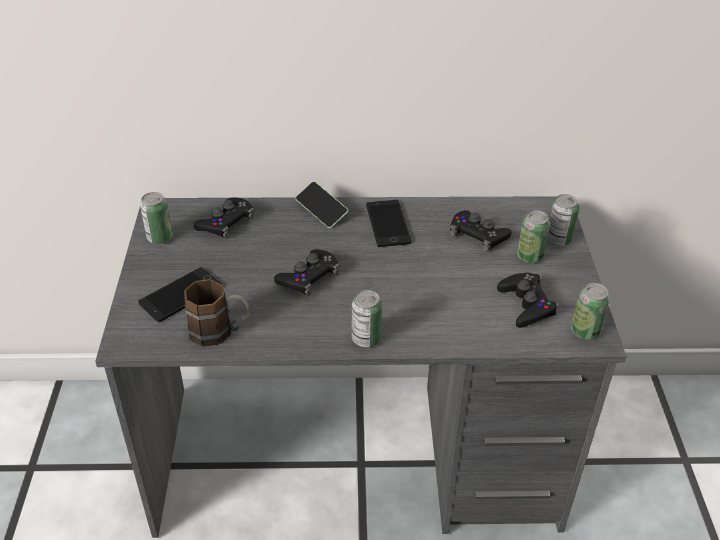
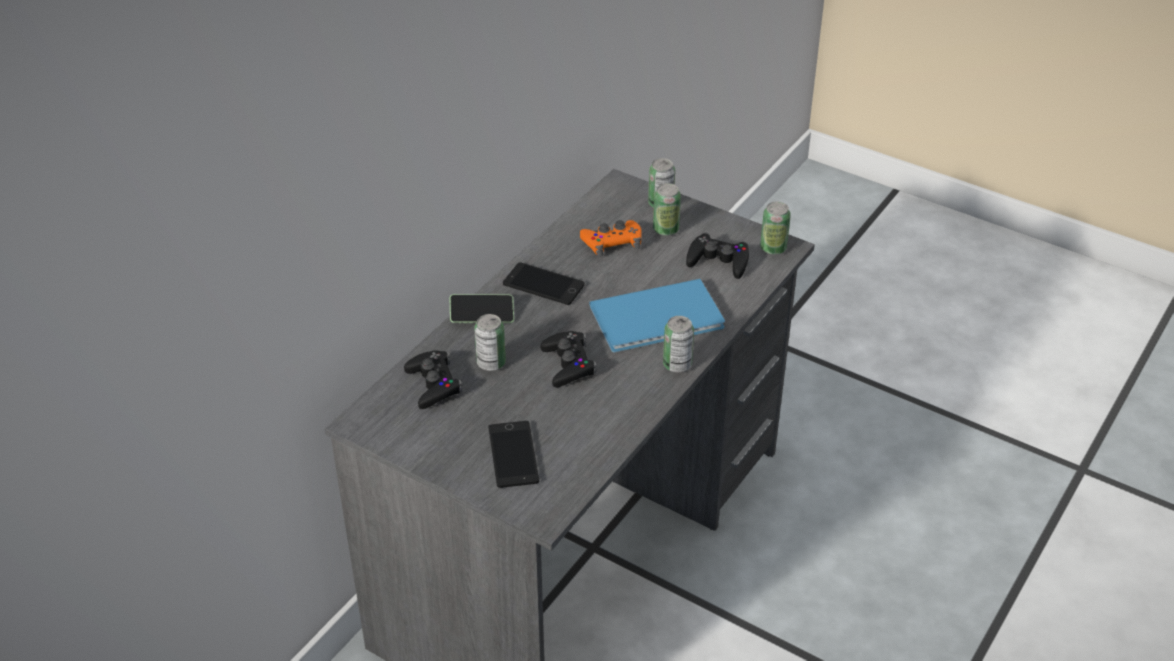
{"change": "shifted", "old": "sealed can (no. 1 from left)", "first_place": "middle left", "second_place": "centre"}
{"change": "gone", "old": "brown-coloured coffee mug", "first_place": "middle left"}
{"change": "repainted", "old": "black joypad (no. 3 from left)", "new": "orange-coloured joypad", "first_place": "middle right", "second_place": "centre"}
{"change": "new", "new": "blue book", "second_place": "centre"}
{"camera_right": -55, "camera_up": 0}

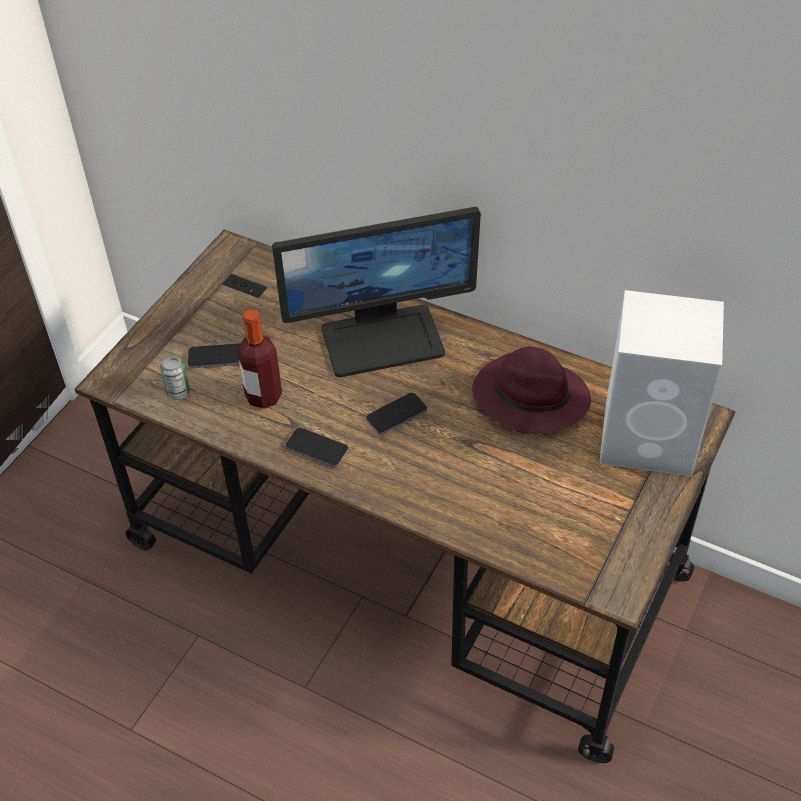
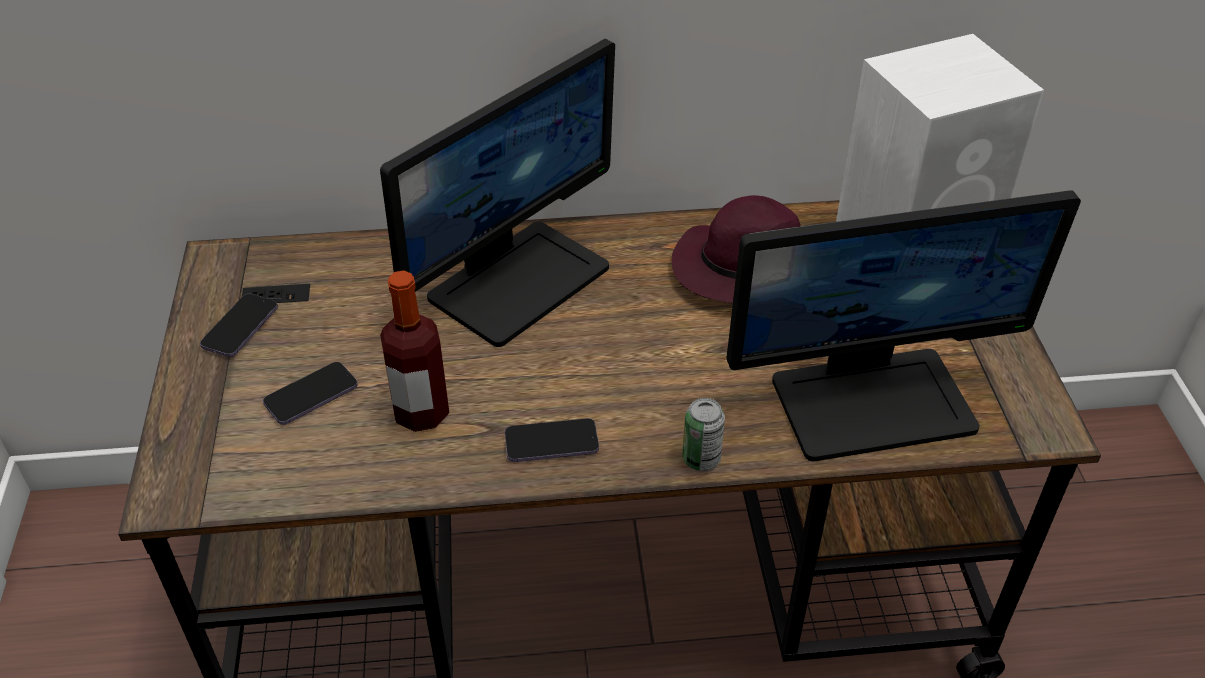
{"change": "shifted", "old": "sealed can", "first_place": "middle left", "second_place": "centre"}
{"change": "shifted", "old": "phone (no. 3 from left in the first image)", "new": "phone (no. 1 from left)", "first_place": "centre", "second_place": "middle left"}
{"change": "new", "new": "computer display (no. 2 from left)", "second_place": "middle right"}
{"camera_right": -35, "camera_up": -5}

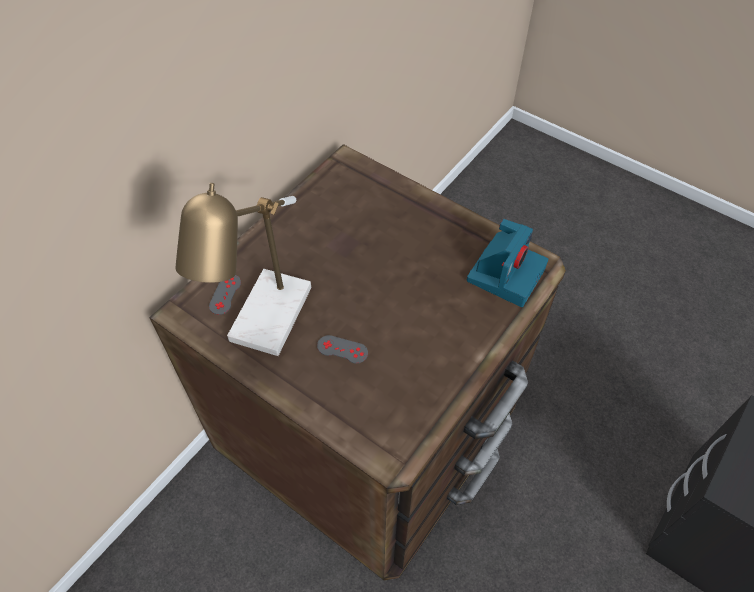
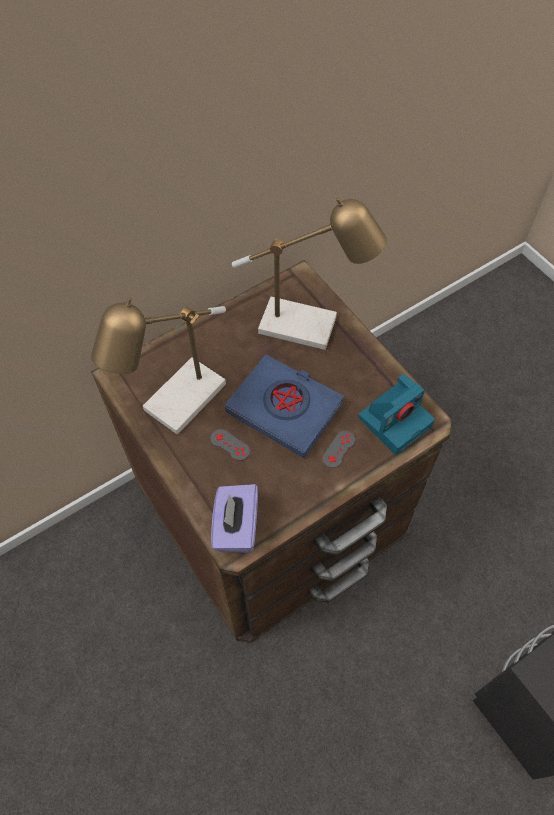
{"change": "shifted", "old": "gray joypad (no. 1 from left in the first image)", "new": "gray joypad (no. 2 from left)", "first_place": "middle left", "second_place": "centre"}
{"change": "new", "new": "purple tissue holder", "second_place": "centre"}
{"change": "new", "new": "blue book", "second_place": "centre"}
{"change": "new", "new": "tabletop lamp (no. 2 from left)", "second_place": "centre"}
{"camera_right": 20, "camera_up": 5}

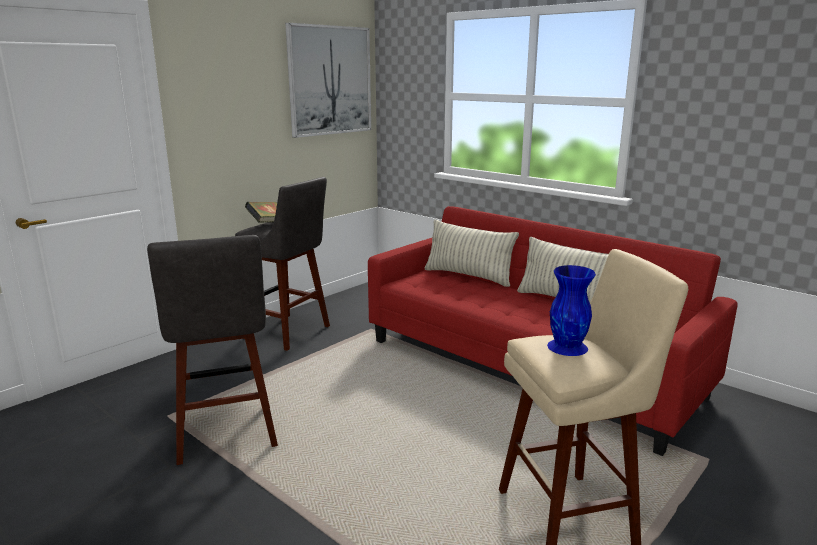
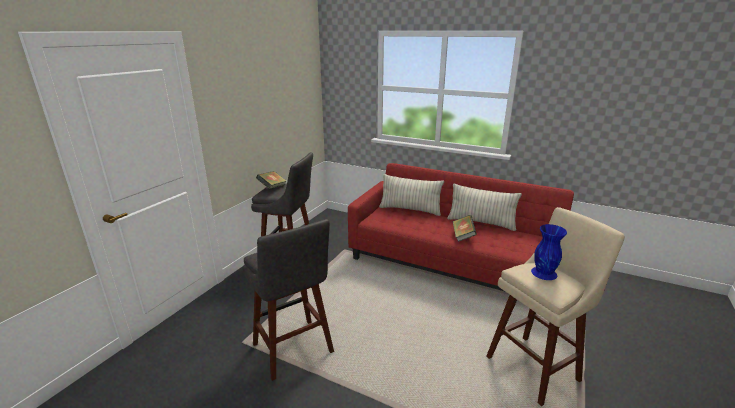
{"change": "gone", "old": "wall art", "first_place": "top centre"}
{"change": "new", "new": "book (no. 2 from left)", "second_place": "centre"}
{"camera_right": -15, "camera_up": 5}

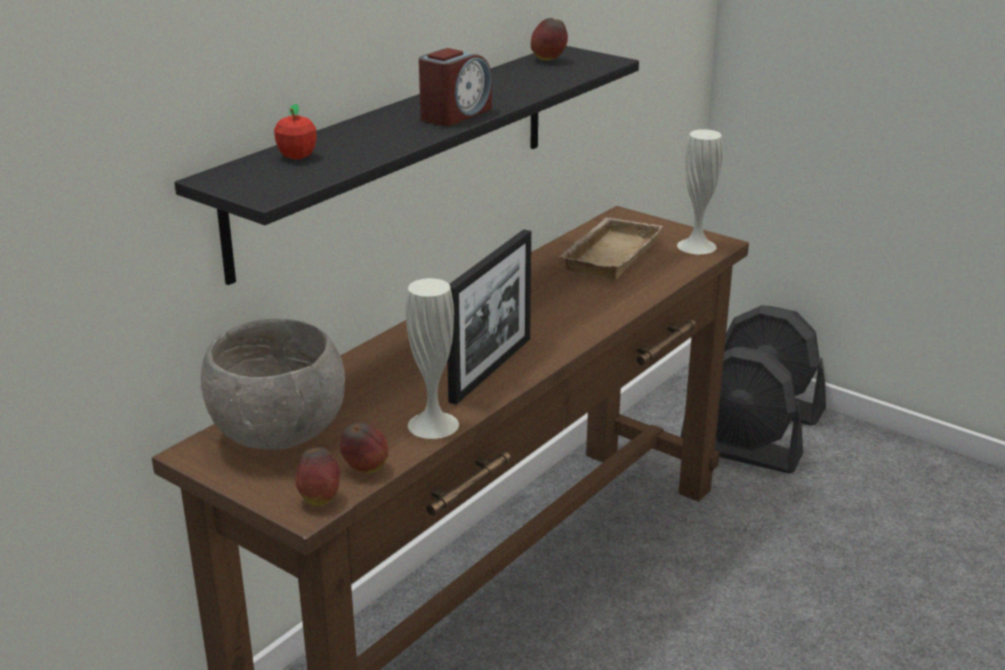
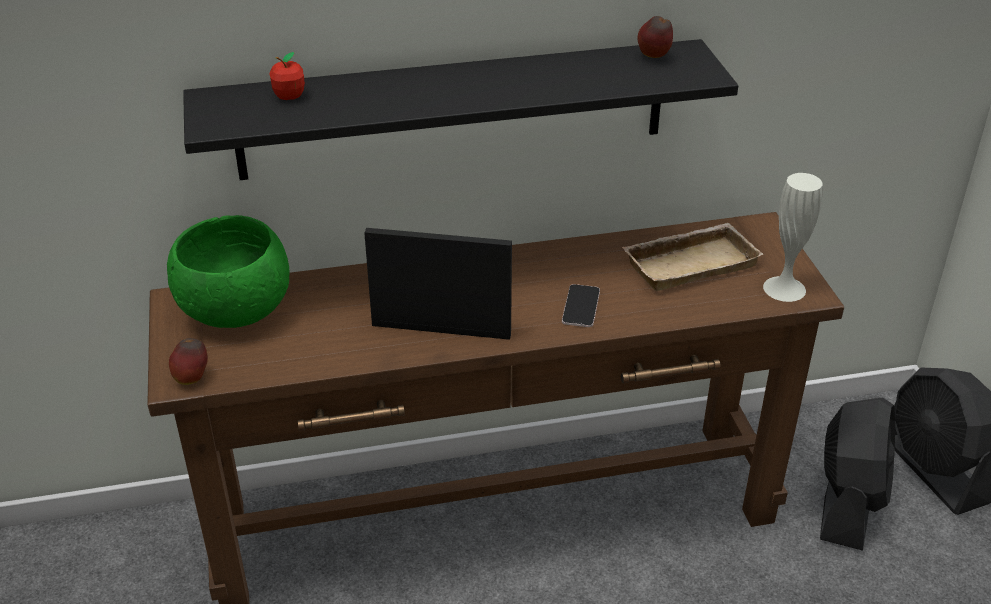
{"change": "repainted", "old": "gray serving bowl", "new": "greenish serving bowl", "first_place": "middle left", "second_place": "middle left"}
{"change": "gone", "old": "whole apple (no. 3 from left)", "first_place": "bottom centre"}
{"change": "gone", "old": "white-coloured decorative vase (no. 1 from left)", "first_place": "centre"}
{"change": "gone", "old": "alarm clock", "first_place": "top centre"}
{"change": "rotated", "old": "picture frame", "first_place": "centre", "second_place": "centre", "degrees": -150}
{"change": "rotated", "old": "black fan (no. 1 from left)", "first_place": "middle right", "second_place": "bottom right", "degrees": -135}
{"change": "new", "new": "phone", "second_place": "centre"}
{"camera_right": 40, "camera_up": 10}

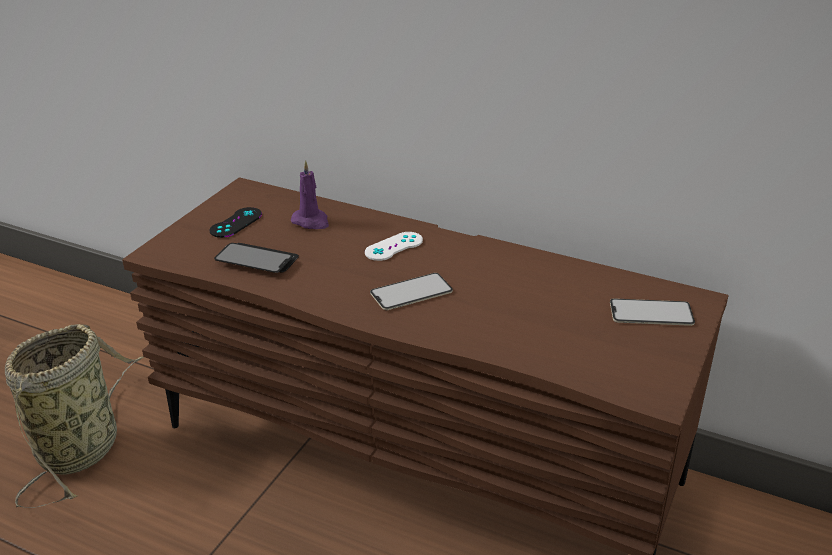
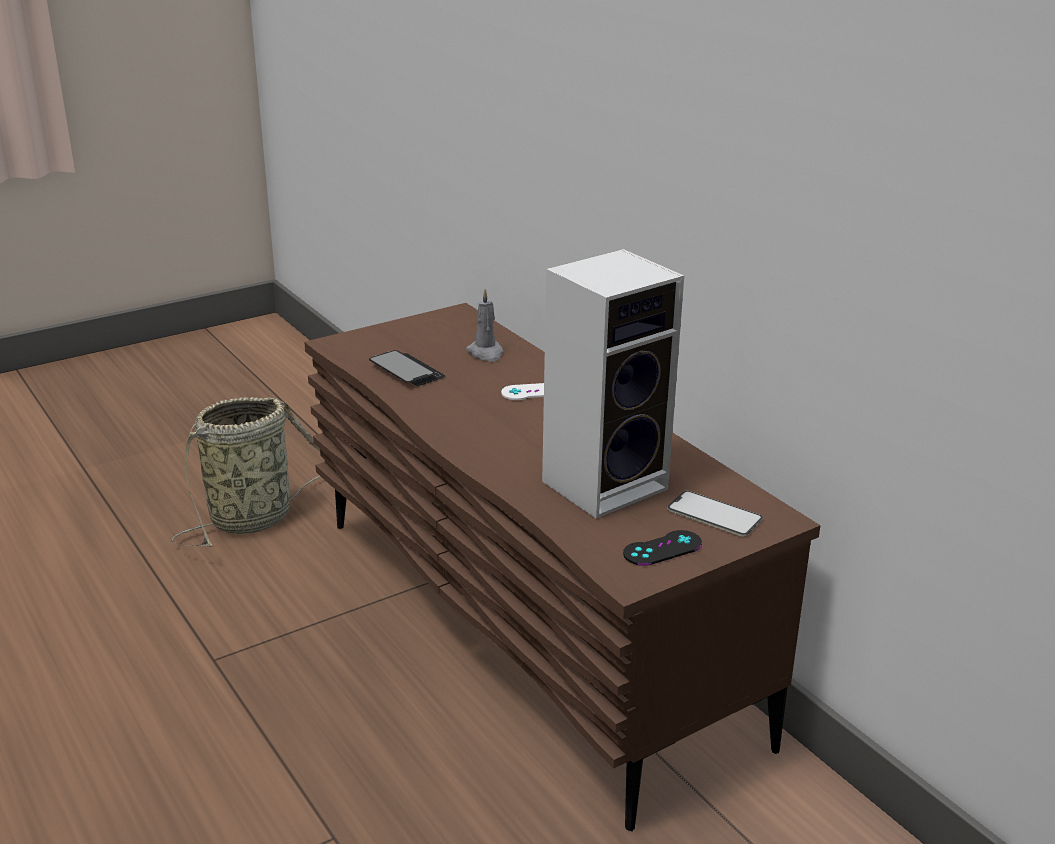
{"change": "shifted", "old": "black joypad", "first_place": "middle left", "second_place": "centre"}
{"change": "repainted", "old": "purple wax light", "new": "gray wax light", "first_place": "centre", "second_place": "centre"}
{"change": "gone", "old": "phone (no. 2 from left)", "first_place": "centre"}
{"change": "new", "new": "audio speaker", "second_place": "centre"}
{"camera_right": 30, "camera_up": -5}

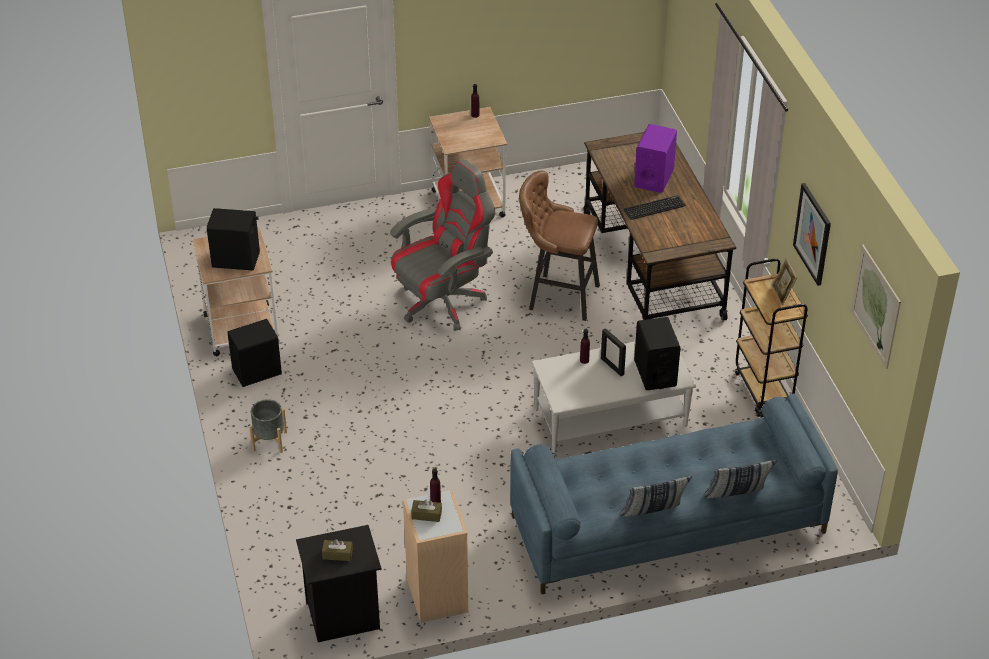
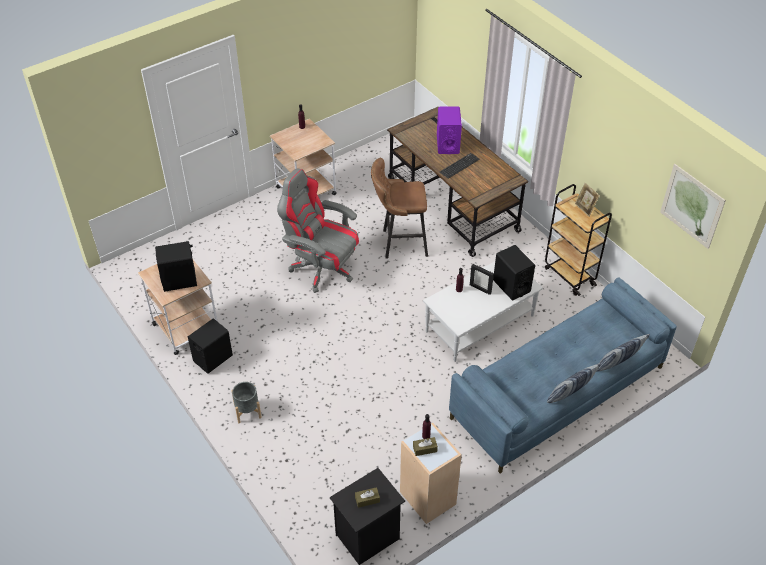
{"change": "rotated", "old": "gray computer chair", "first_place": "centre", "second_place": "centre", "degrees": -90}
{"change": "gone", "old": "wall art (no. 1 from left)", "first_place": "middle right"}
{"camera_right": -20, "camera_up": 5}

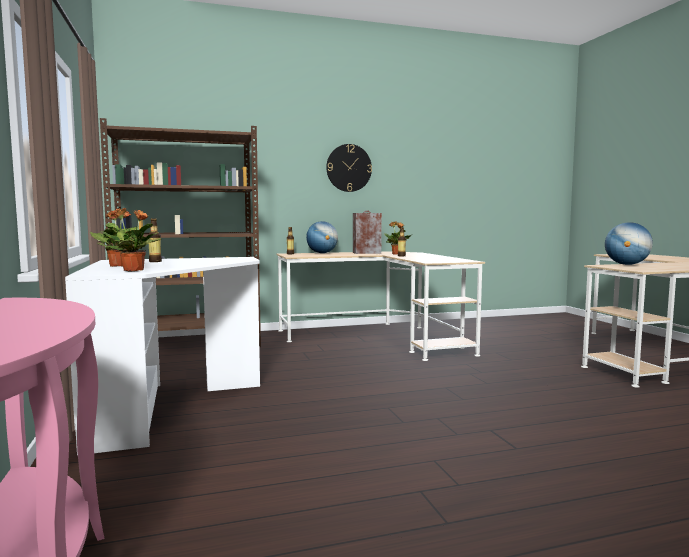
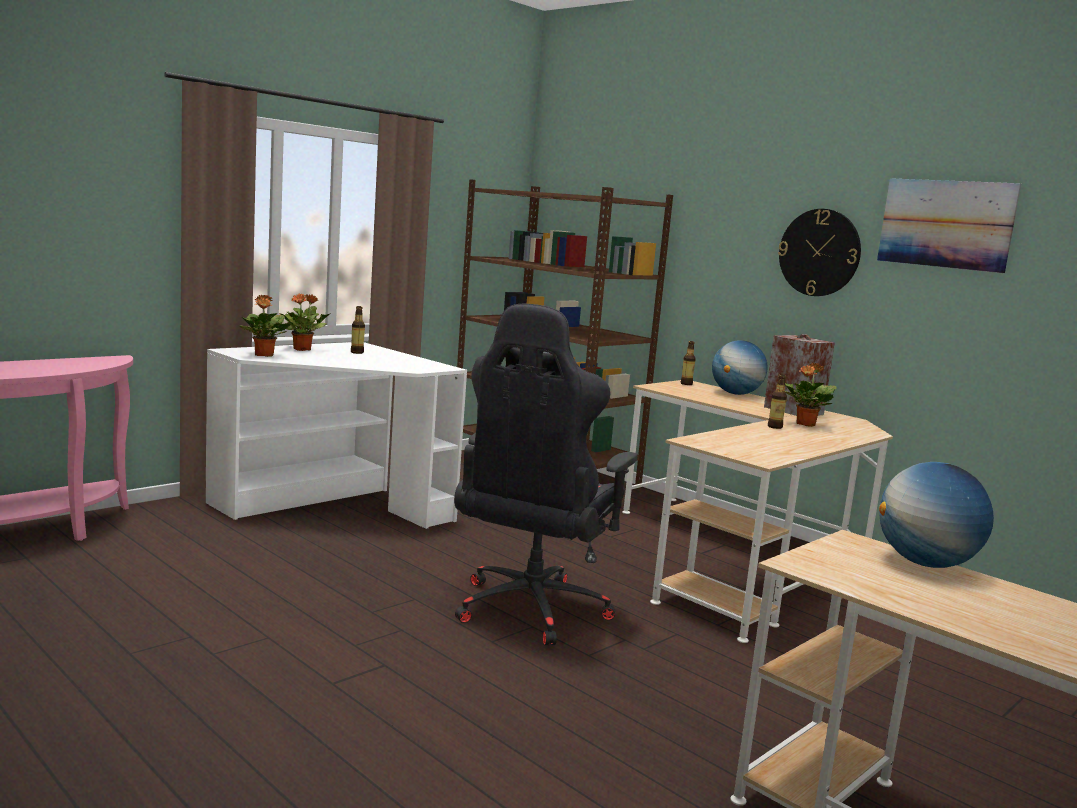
{"change": "new", "new": "black computer chair", "second_place": "centre"}
{"change": "new", "new": "wall art", "second_place": "top right"}
{"camera_right": 60, "camera_up": 5}

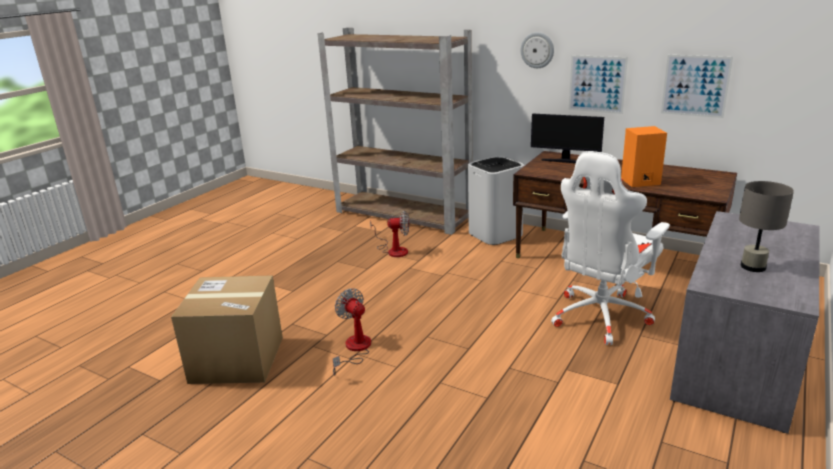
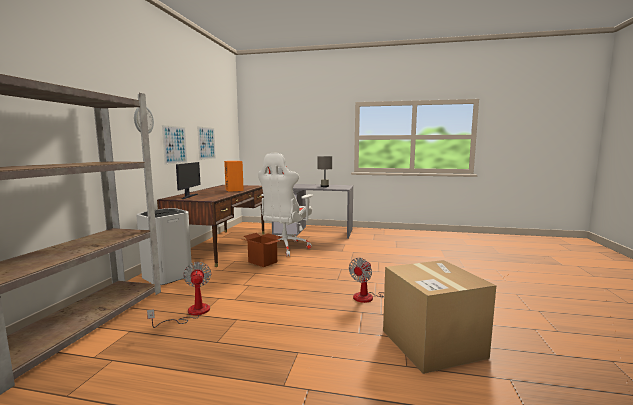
{"change": "rotated", "old": "white-coloured computer chair", "first_place": "middle right", "second_place": "centre", "degrees": 90}
{"change": "new", "new": "carton (no. 1 from left)", "second_place": "centre"}
{"camera_right": -110, "camera_up": -15}

